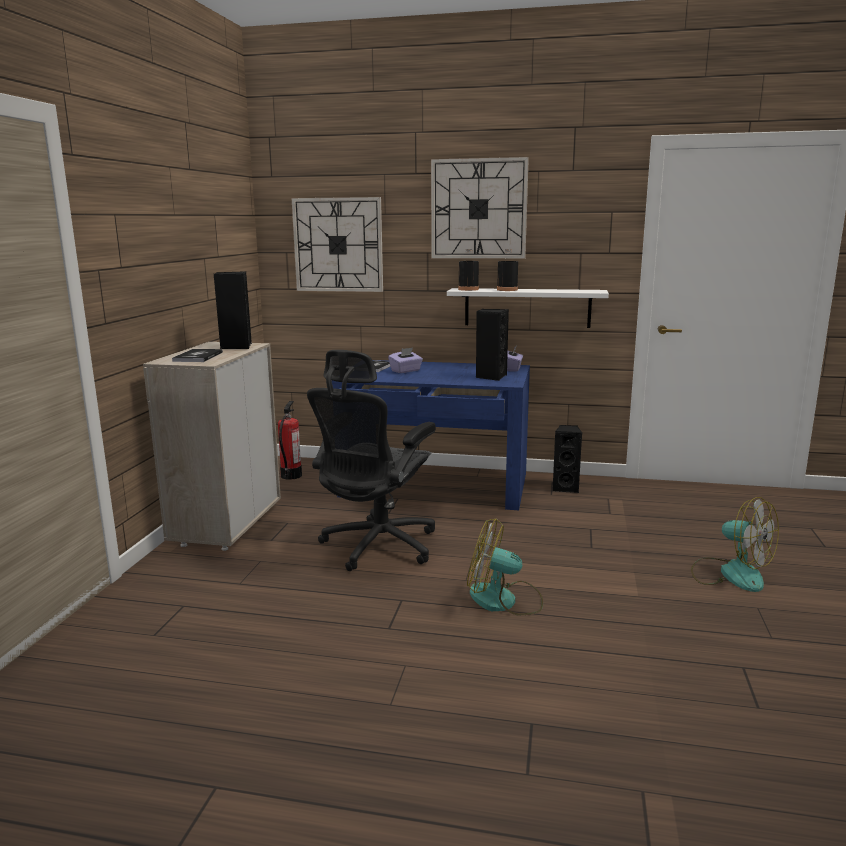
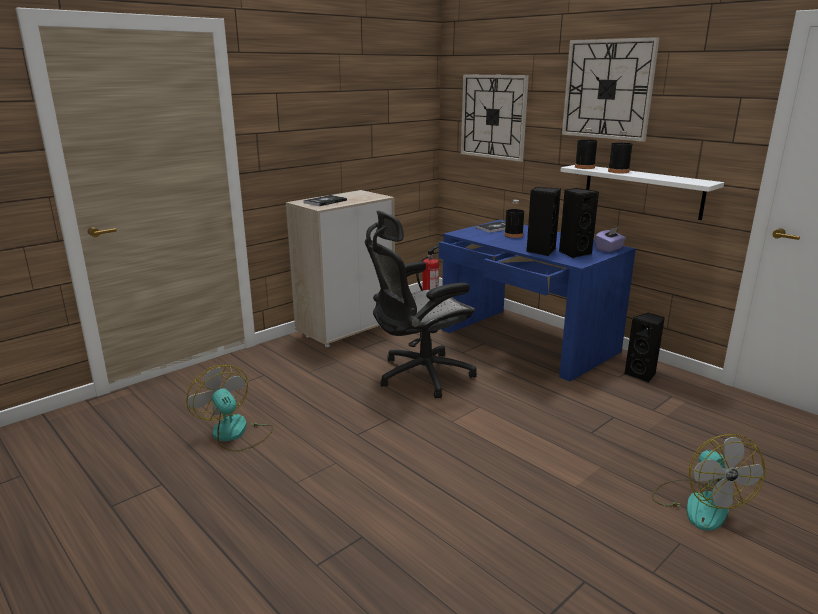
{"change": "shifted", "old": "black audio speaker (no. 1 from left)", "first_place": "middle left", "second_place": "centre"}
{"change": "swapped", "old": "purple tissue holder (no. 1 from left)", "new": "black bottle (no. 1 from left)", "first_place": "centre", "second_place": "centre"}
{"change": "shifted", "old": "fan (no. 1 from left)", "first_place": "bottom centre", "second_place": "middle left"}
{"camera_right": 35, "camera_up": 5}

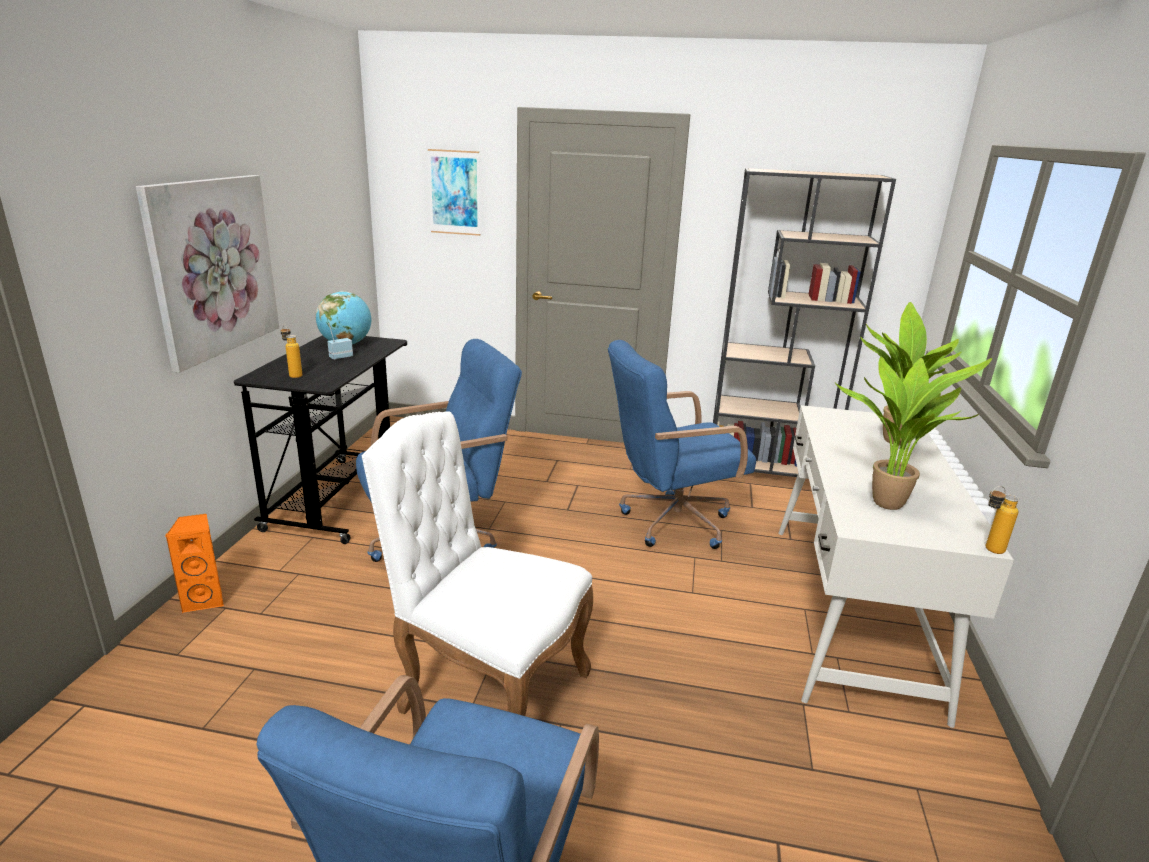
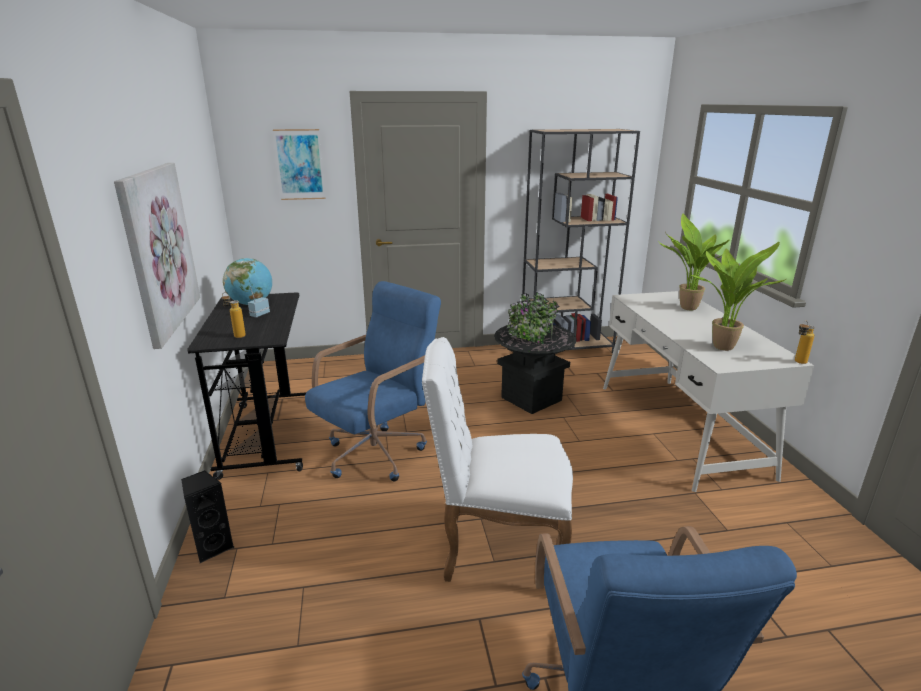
{"change": "repainted", "old": "orange-coloured audio speaker", "new": "black audio speaker", "first_place": "middle left", "second_place": "bottom left"}
{"change": "swapped", "old": "blue computer chair (no. 3 from left)", "new": "black plant pot", "first_place": "centre", "second_place": "centre"}
{"camera_right": -20, "camera_up": 0}

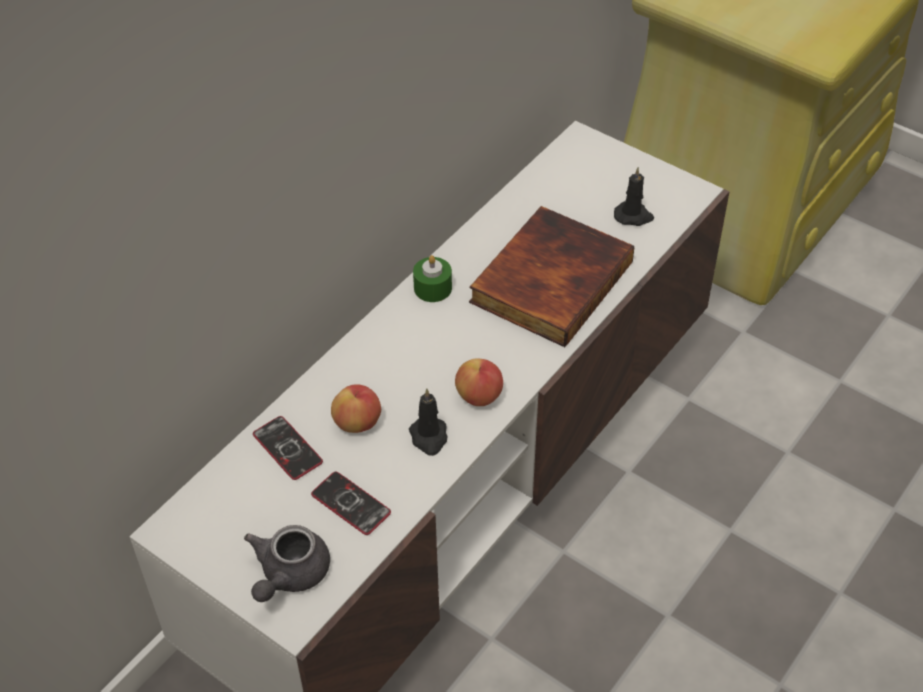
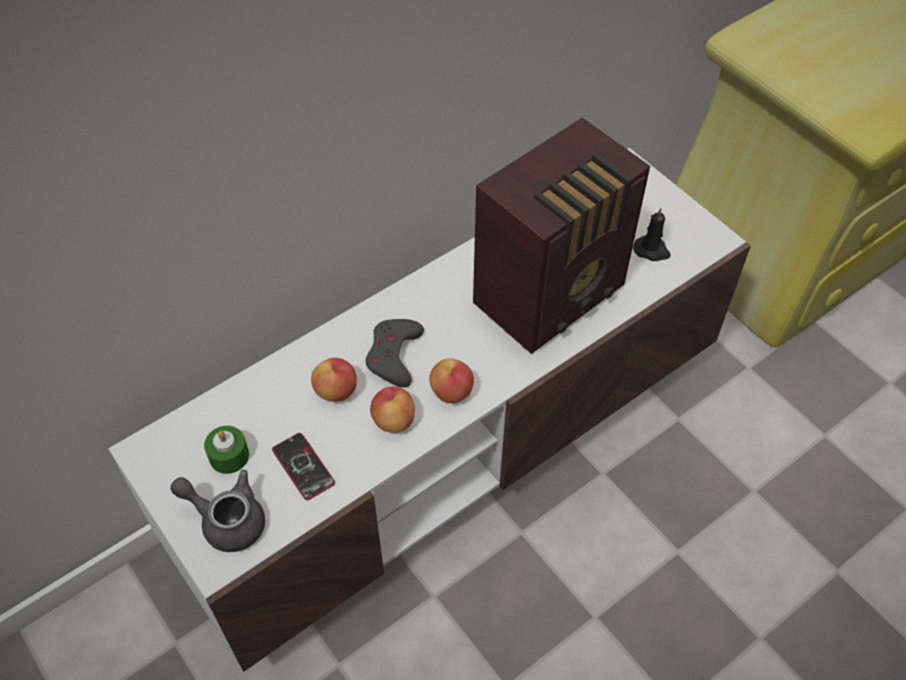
{"change": "rotated", "old": "gray tea pot", "first_place": "bottom left", "second_place": "bottom left", "degrees": 75}
{"change": "gone", "old": "phone (no. 1 from left)", "first_place": "middle left"}
{"change": "swapped", "old": "black wax light (no. 1 from left)", "new": "whole apple (no. 2 from left)", "first_place": "centre", "second_place": "centre"}
{"change": "shifted", "old": "greenish wax light", "first_place": "centre", "second_place": "middle left"}
{"change": "swapped", "old": "book", "new": "radio receiver", "first_place": "centre", "second_place": "centre"}
{"change": "new", "new": "gray joypad", "second_place": "centre"}
{"camera_right": 15, "camera_up": 5}

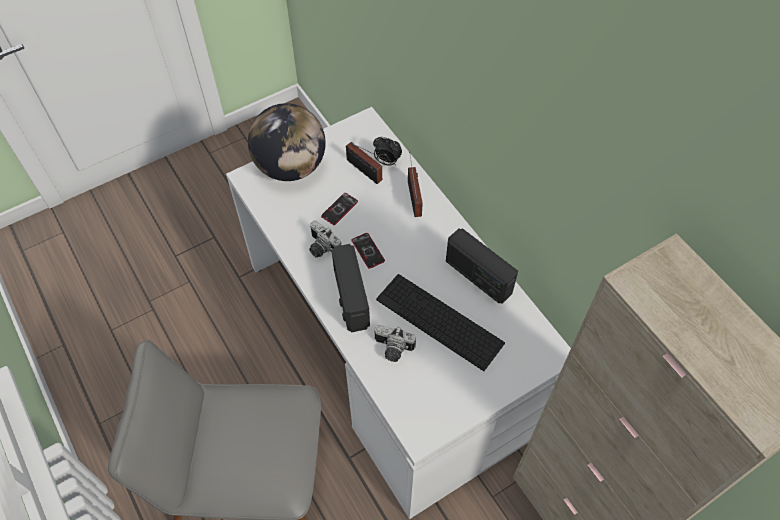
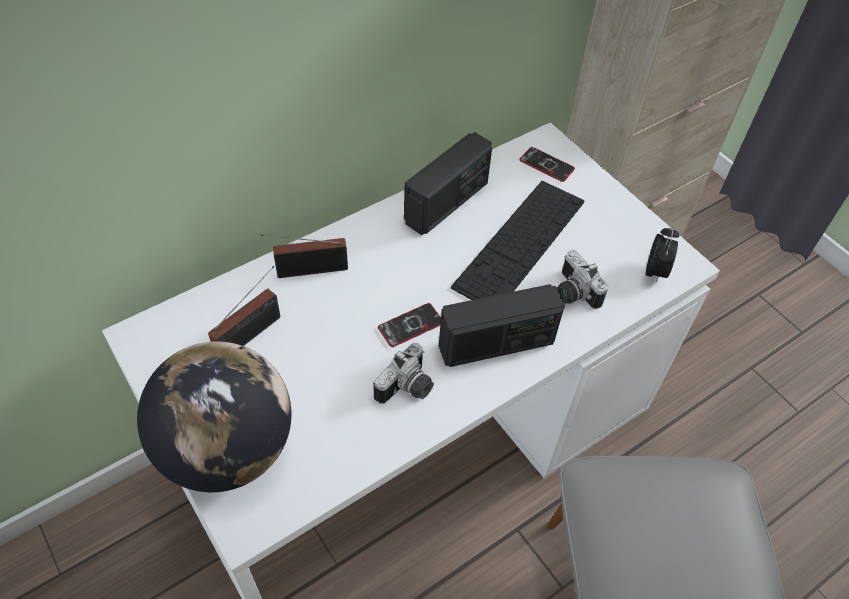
{"change": "shifted", "old": "phone (no. 1 from left in the first image)", "new": "phone (no. 2 from left)", "first_place": "centre", "second_place": "top centre"}
{"change": "shifted", "old": "alarm clock", "first_place": "top centre", "second_place": "middle right"}
{"change": "rotated", "old": "still camera (no. 2 from left)", "first_place": "centre", "second_place": "middle right", "degrees": 135}
{"camera_right": -95, "camera_up": -5}

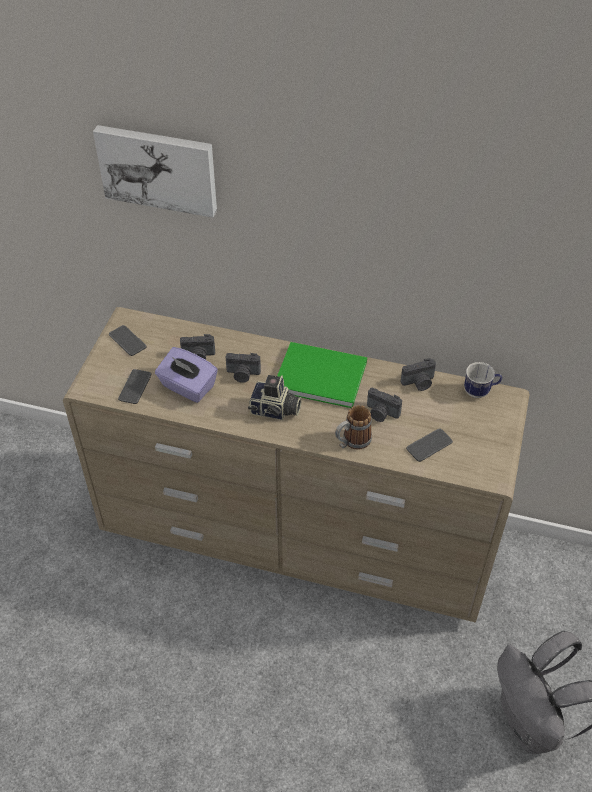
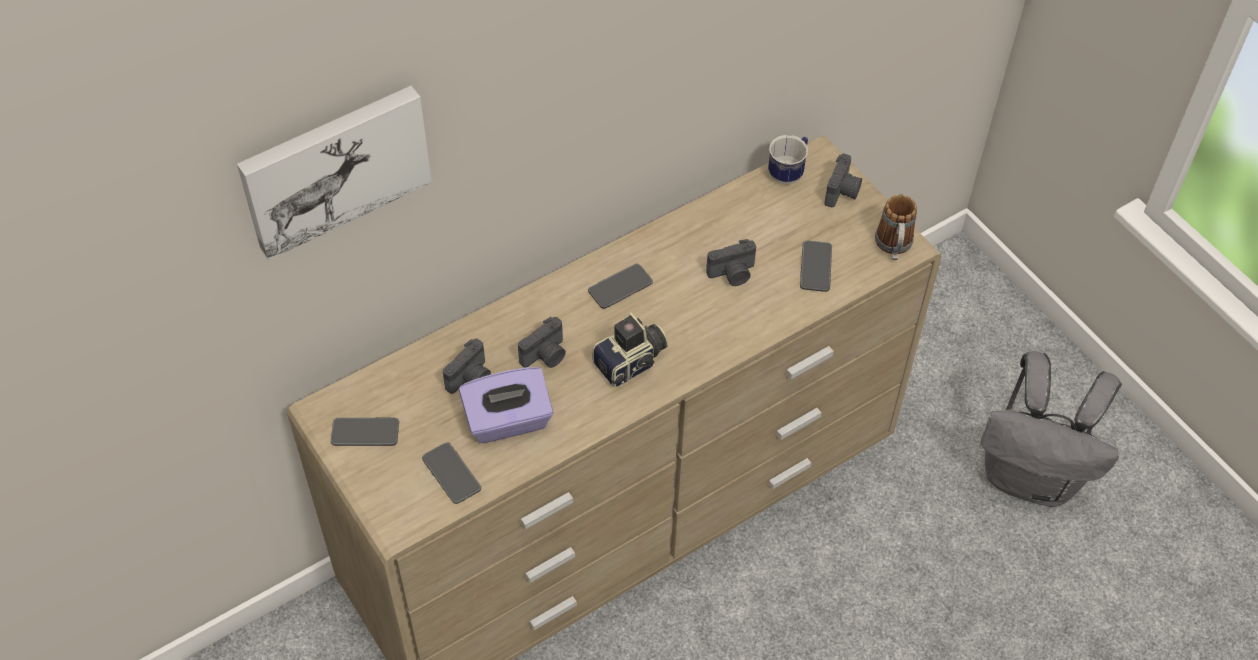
{"change": "swapped", "old": "greenish book", "new": "phone (no. 3 from left)", "first_place": "centre", "second_place": "centre"}
{"change": "shifted", "old": "coffee mug (no. 1 from left in the first image)", "new": "coffee mug (no. 2 from left)", "first_place": "centre", "second_place": "middle right"}
{"change": "shifted", "old": "still camera (no. 5 from left)", "first_place": "middle right", "second_place": "top right"}
{"camera_right": -50, "camera_up": 5}

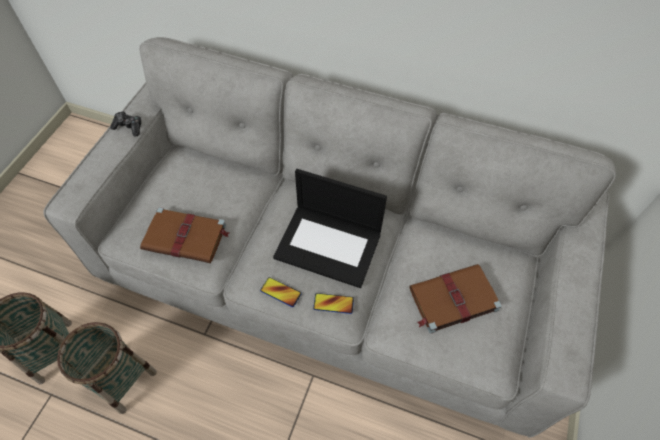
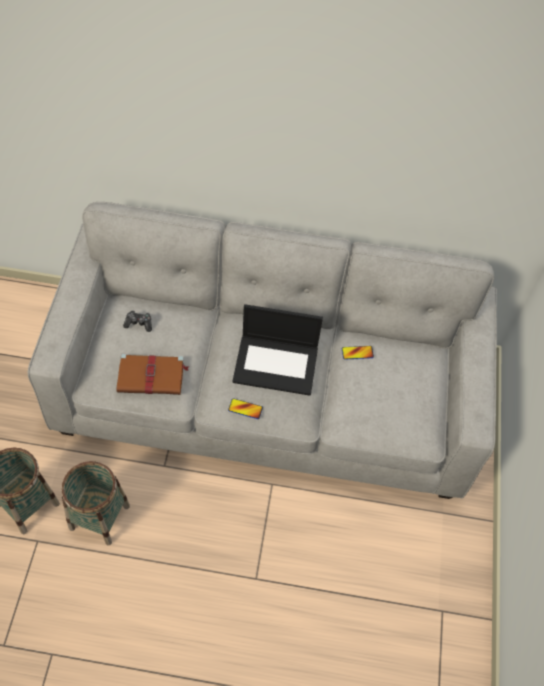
{"change": "shifted", "old": "joypad", "first_place": "top left", "second_place": "middle left"}
{"change": "shifted", "old": "phone (no. 2 from left)", "first_place": "bottom centre", "second_place": "centre"}
{"change": "gone", "old": "brown-coloured book (no. 2 from left)", "first_place": "bottom right"}
{"camera_right": -15, "camera_up": 0}

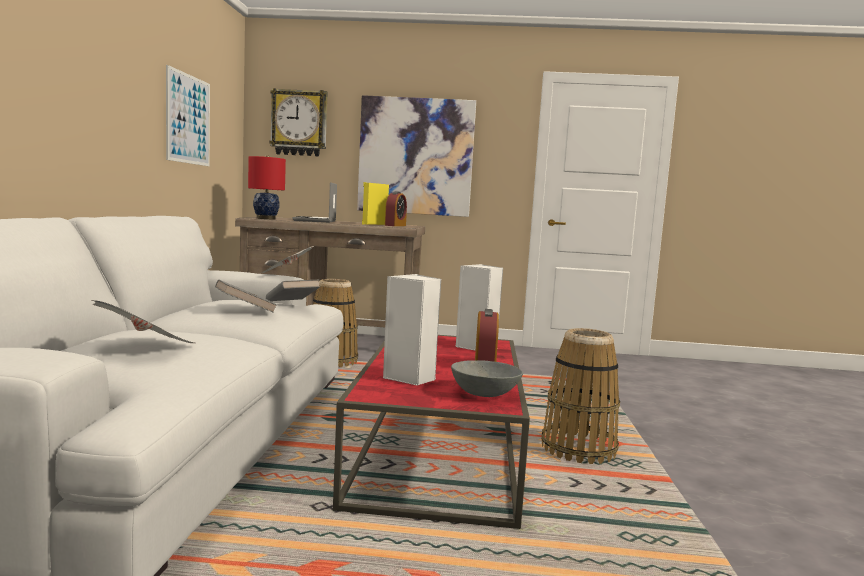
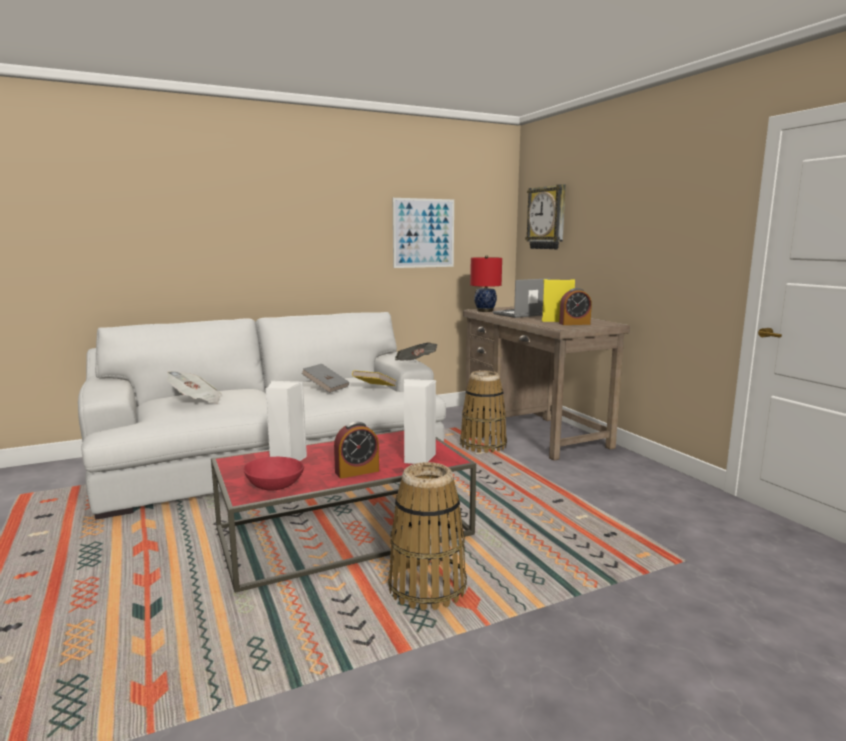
{"change": "repainted", "old": "gray book (no. 2 from left)", "new": "yellow book", "first_place": "centre", "second_place": "centre"}
{"change": "gone", "old": "wall art (no. 2 from left)", "first_place": "top centre"}
{"change": "repainted", "old": "gray serving bowl", "new": "red-coloured serving bowl", "first_place": "centre", "second_place": "middle left"}
{"camera_right": 60, "camera_up": 5}

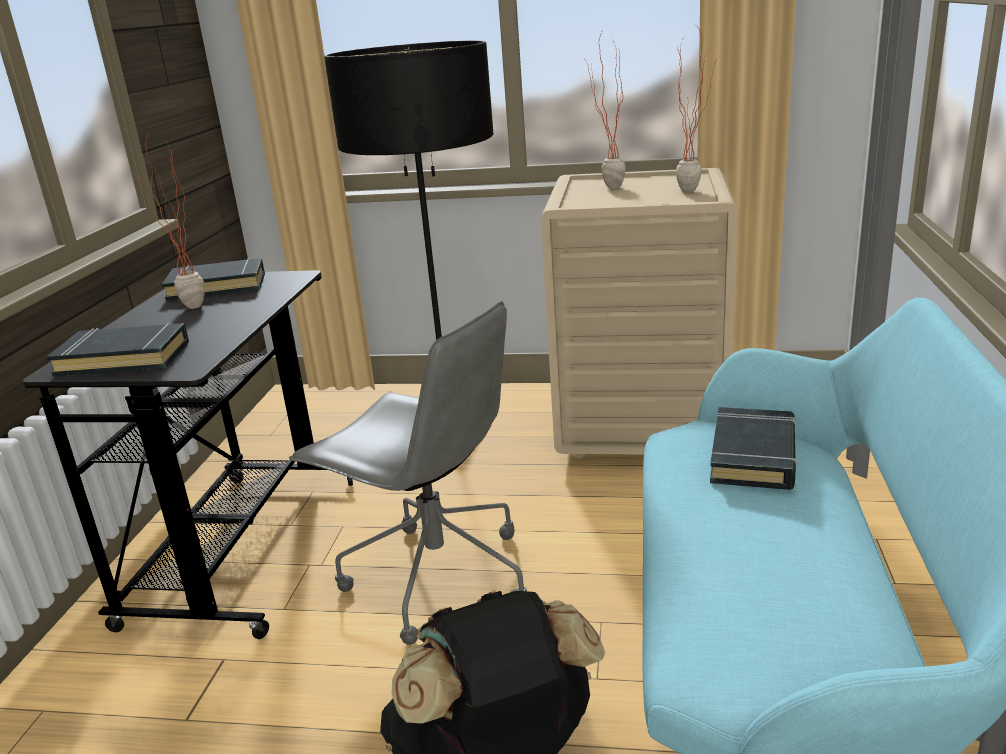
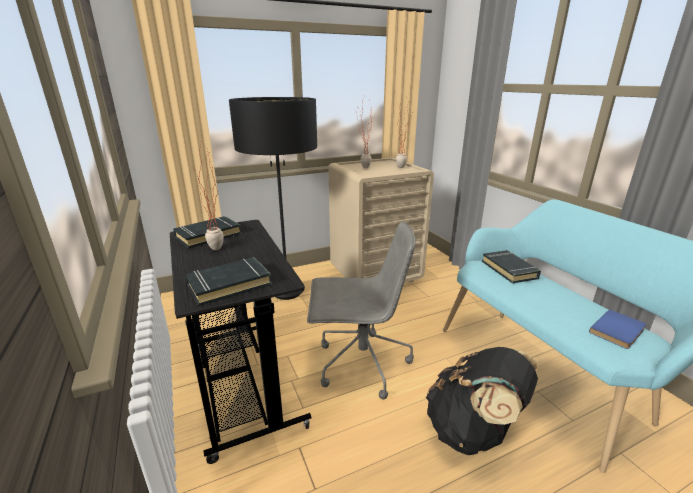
{"change": "new", "new": "blue book", "second_place": "bottom right"}
{"camera_right": -35, "camera_up": 0}

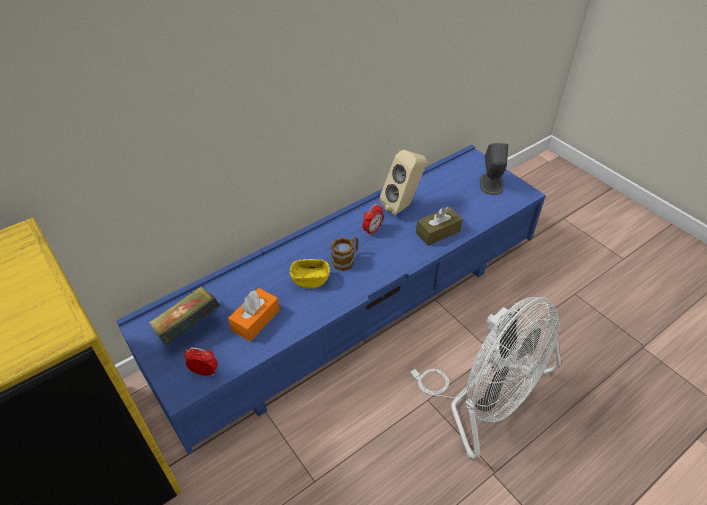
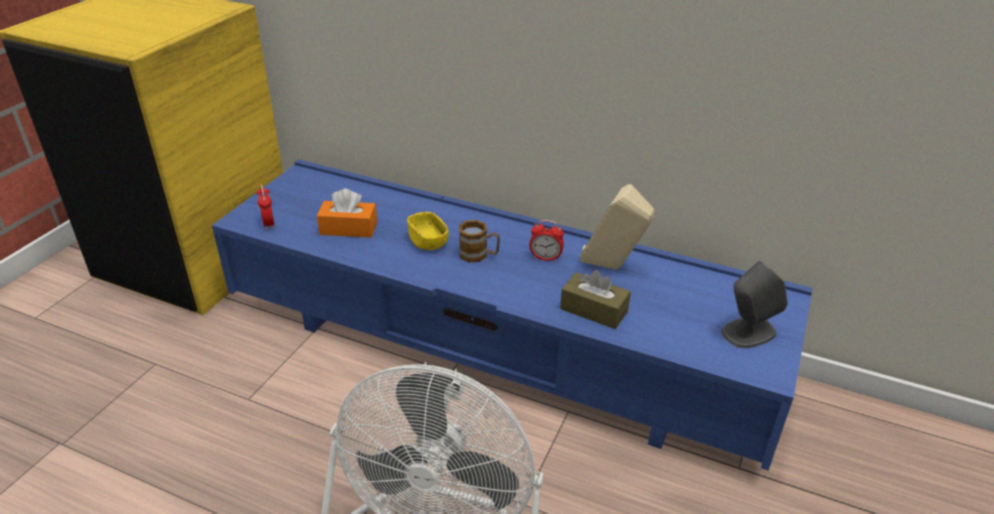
{"change": "gone", "old": "book", "first_place": "middle left"}
{"camera_right": 60, "camera_up": -10}

